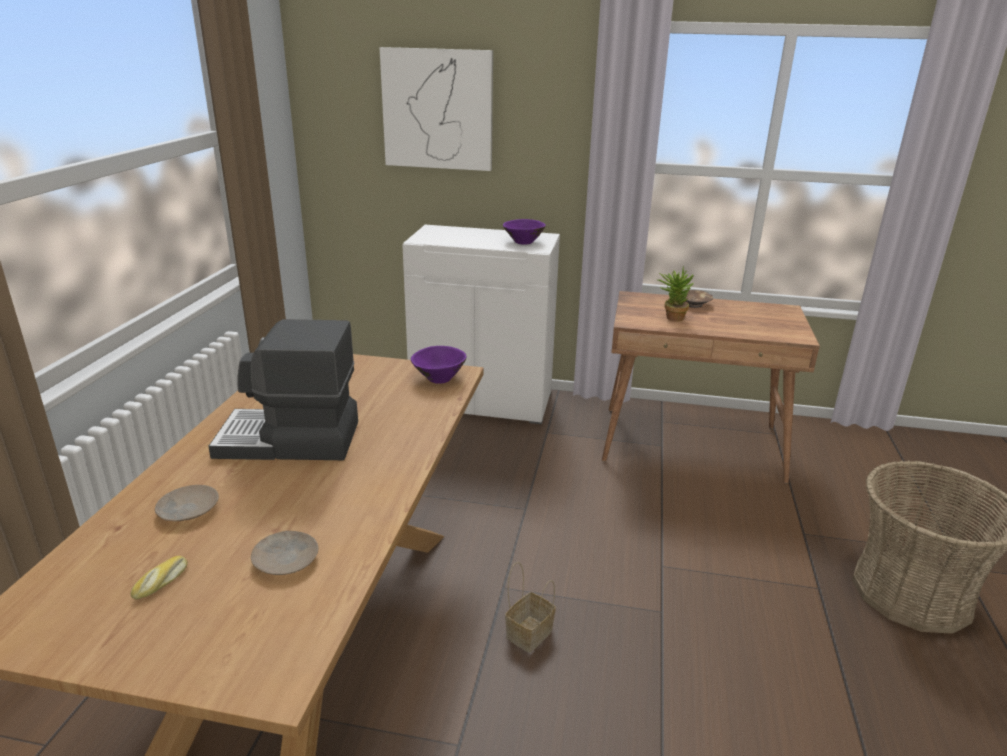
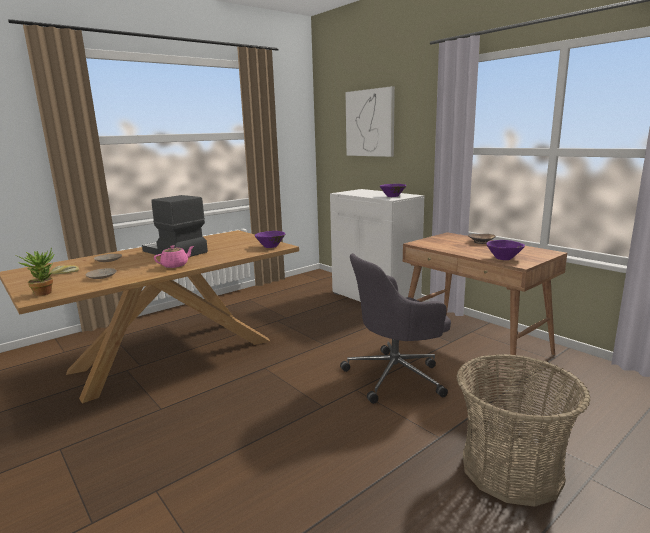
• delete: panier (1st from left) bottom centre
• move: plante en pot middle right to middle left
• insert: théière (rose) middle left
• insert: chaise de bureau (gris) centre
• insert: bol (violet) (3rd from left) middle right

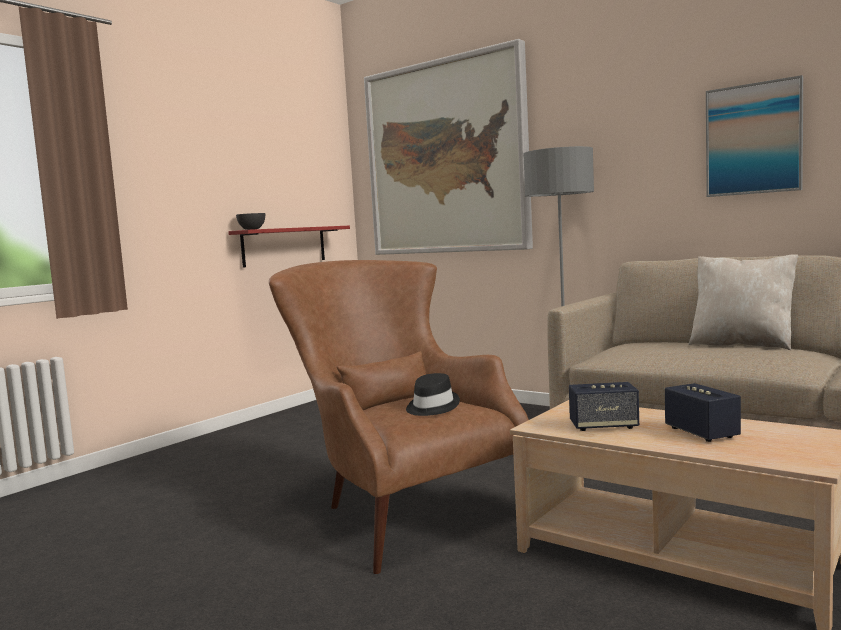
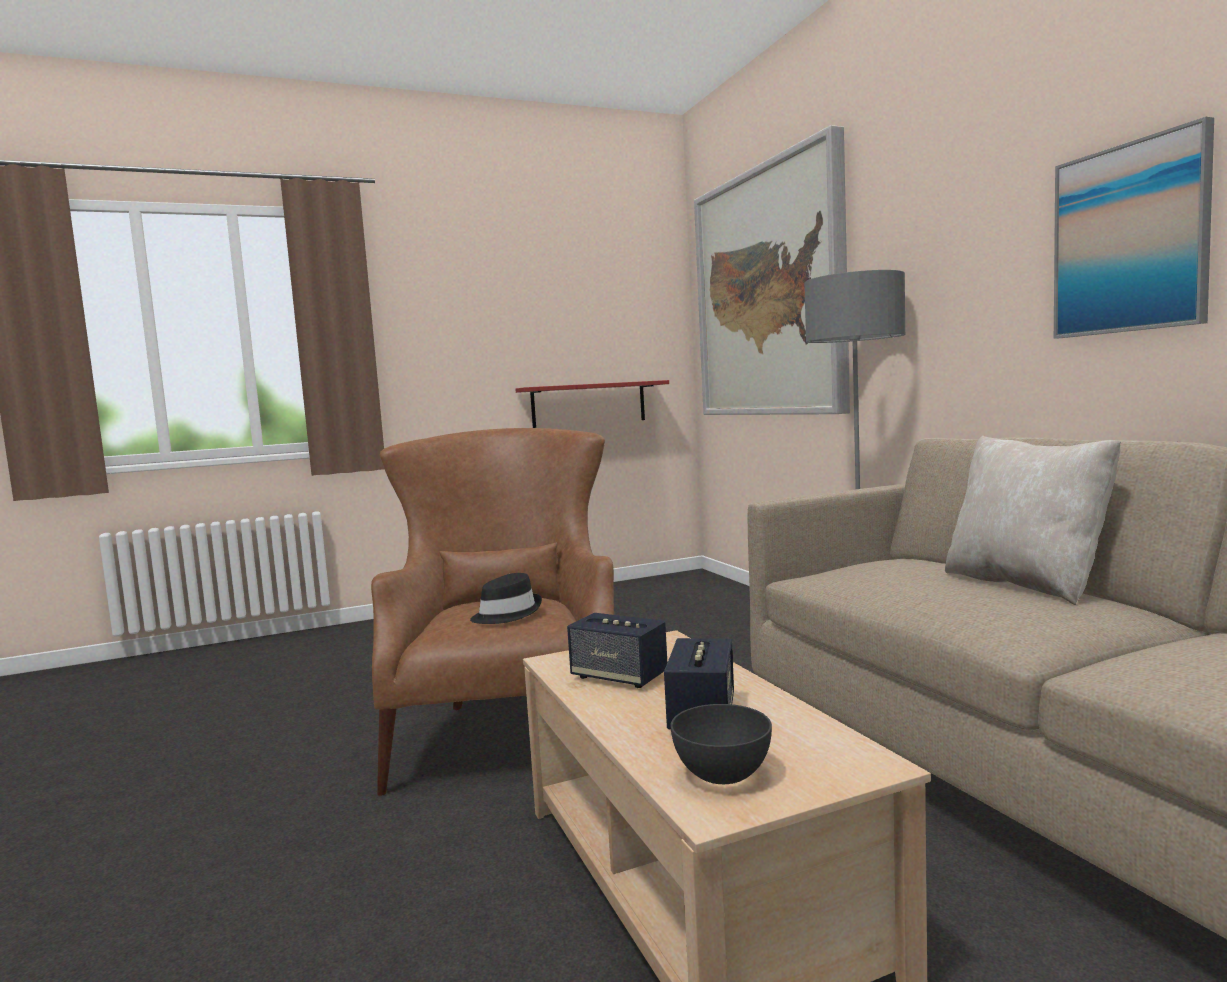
• move: bol (gris) middle left to bottom centre

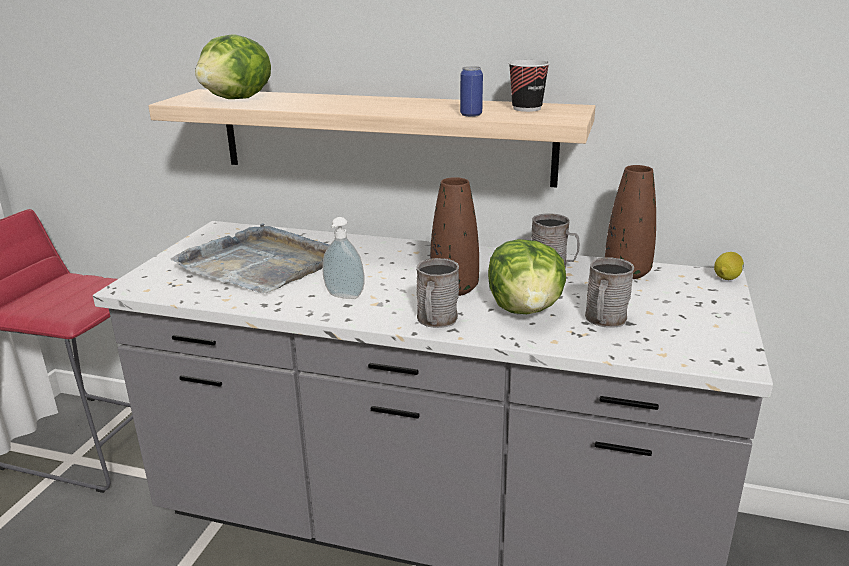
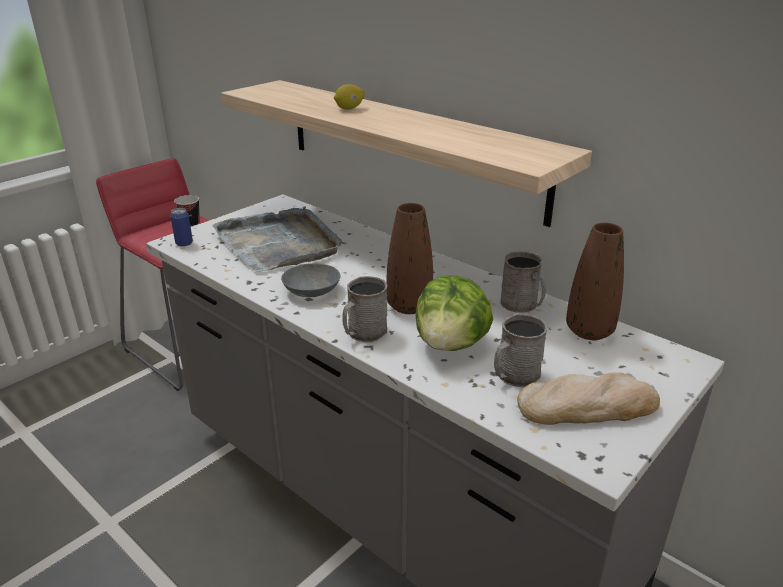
• delete: laitue (1st from left) top left
• replace: distributeur de savon centre to bol (gris) centre
• move: boîte métallique top centre to middle left
• move: tasse top centre to middle left
• move: citron middle right to top centre
• insert: pain bottom right

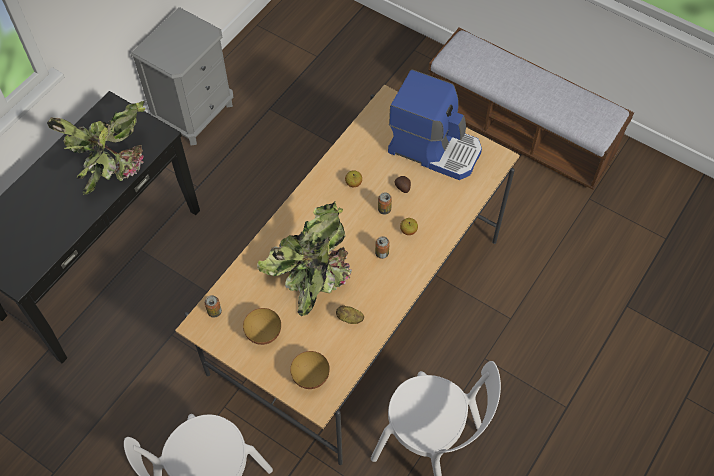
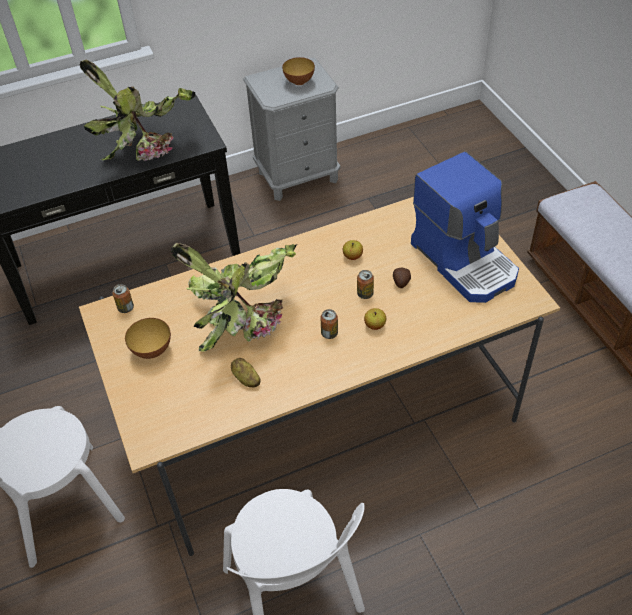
• move: bol (2nd from left) bottom centre to top centre

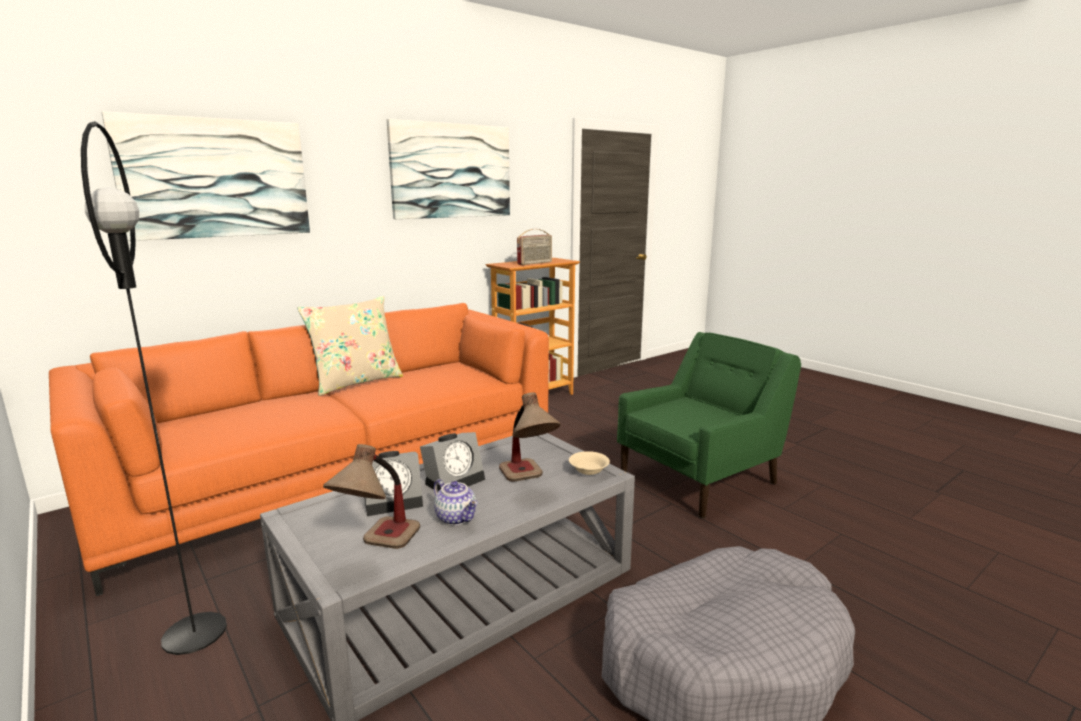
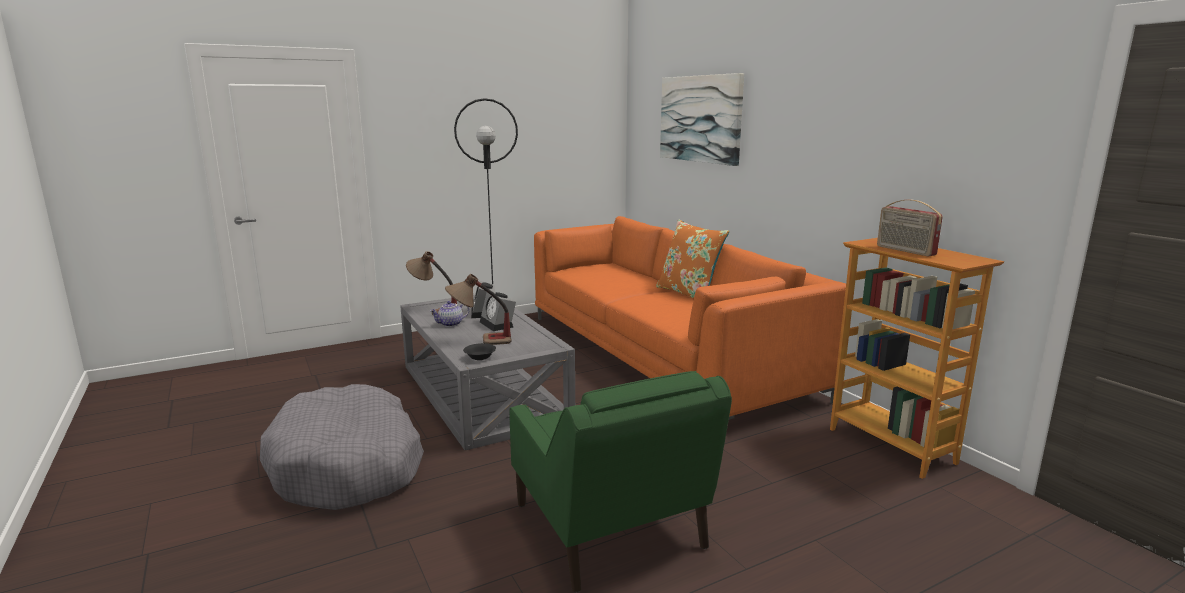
• recolor: coussin (beige) middle left to coussin (orange) centre
• delete: tableau (2nd from left) top centre
• recolor: bol (beige) centre to bol (noir) centre

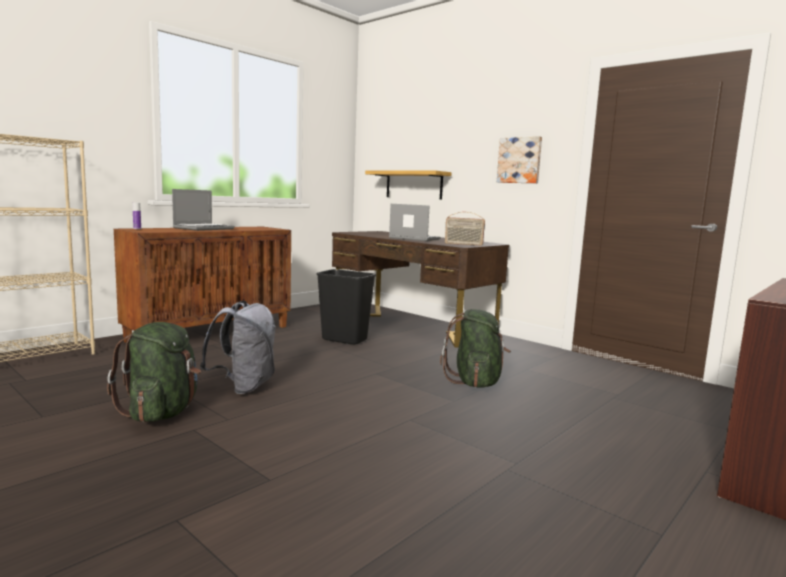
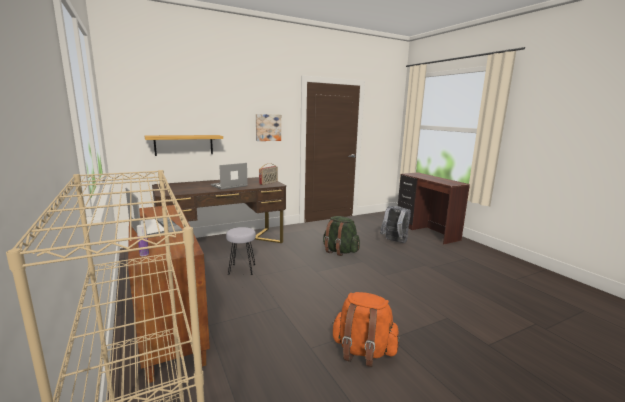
• recolor: sac à dos (vert) (1st from left) middle left to sac à dos (orange) bottom centre
• move: sac à dos (gris) middle left to centre
• replace: poubelle (noir) centre to tabouret (gris) centre

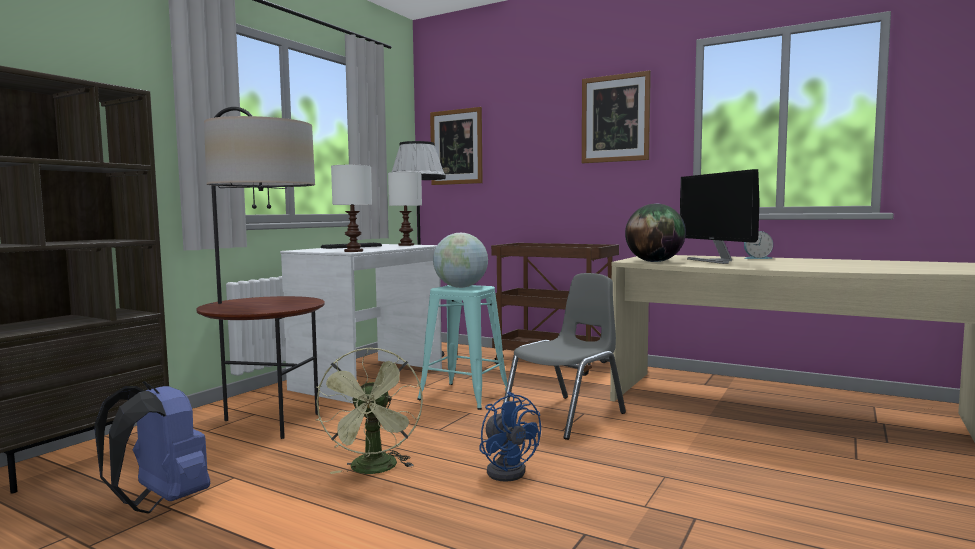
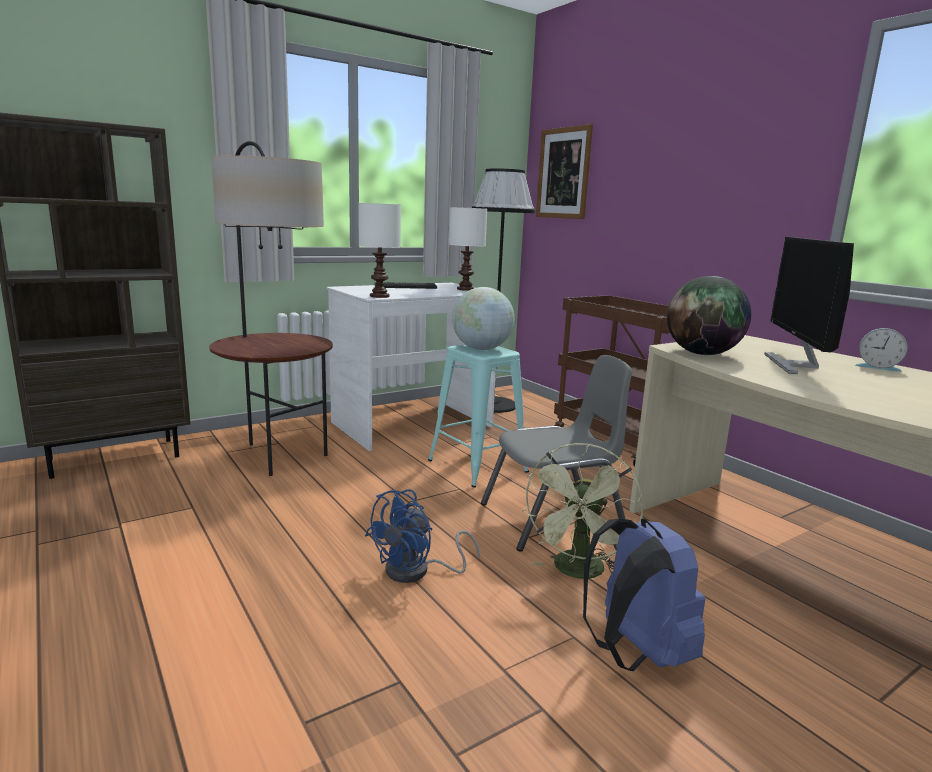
• move: sac à dos (bleu) bottom left to bottom right
• move: ventilateur (vert) bottom centre to centre
• rotate: ventilateur (bleu) bottom centre = bottom centre 45 degrees clockwise
• delete: tableau (2nd from left) top centre

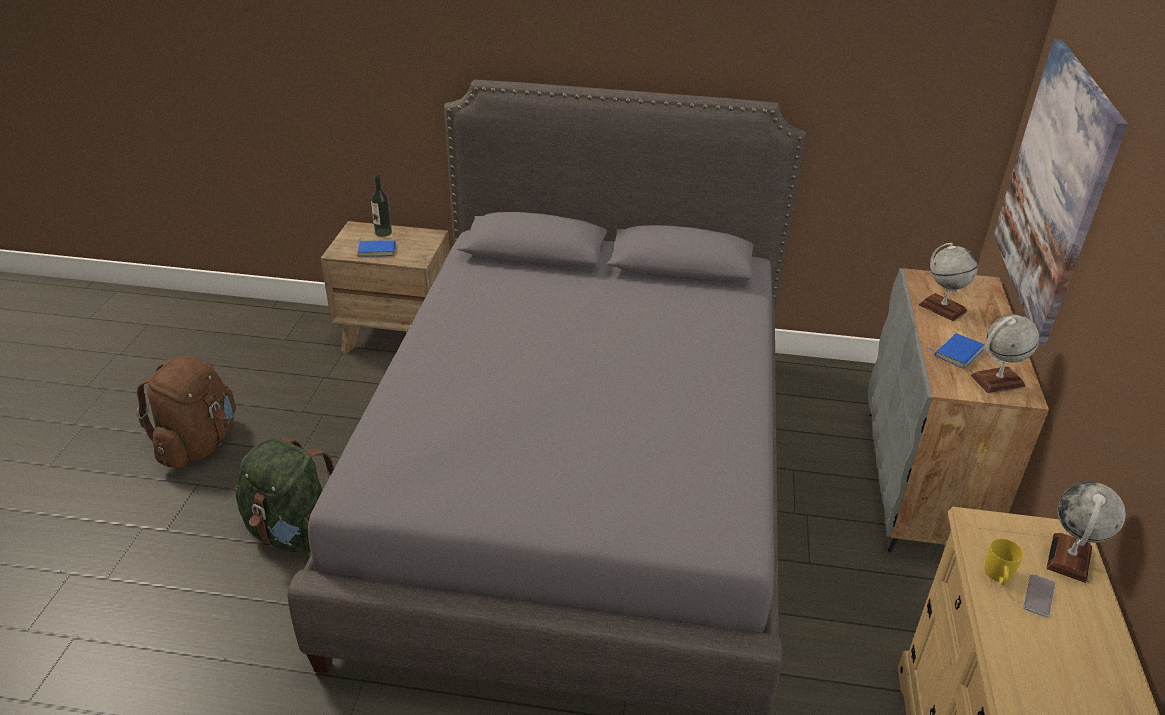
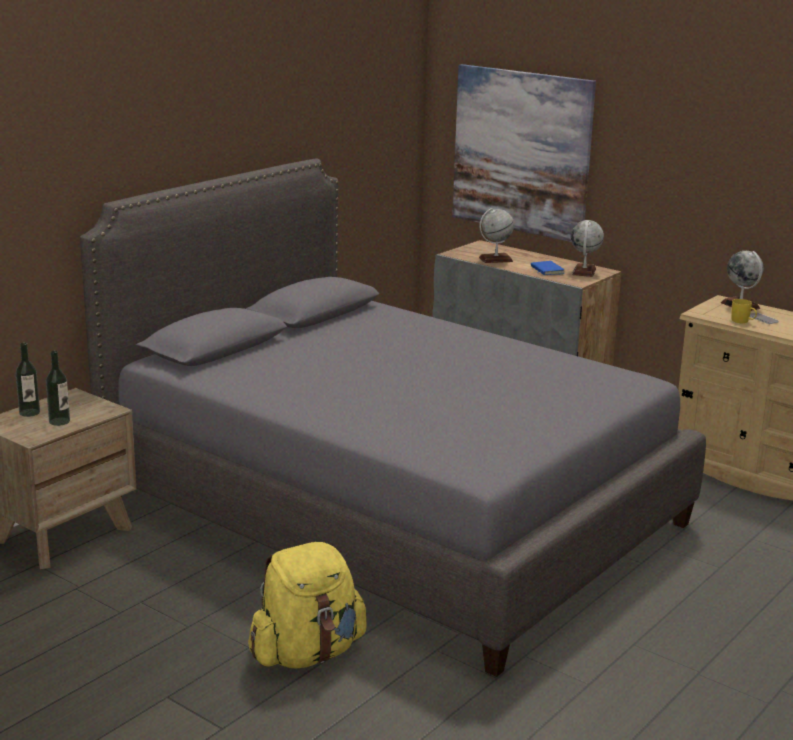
• delete: sac à dos (marron) middle left
• recolor: sac à dos (vert) bottom left to sac à dos (jaune) bottom centre
• replace: livre (bleu) (1st from left) middle left to bouteille (2nd from left) middle left

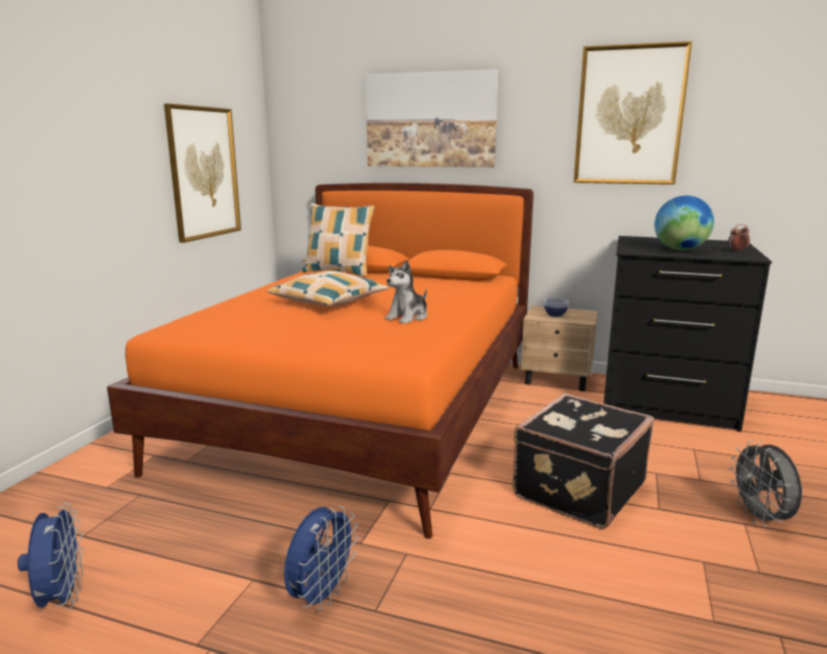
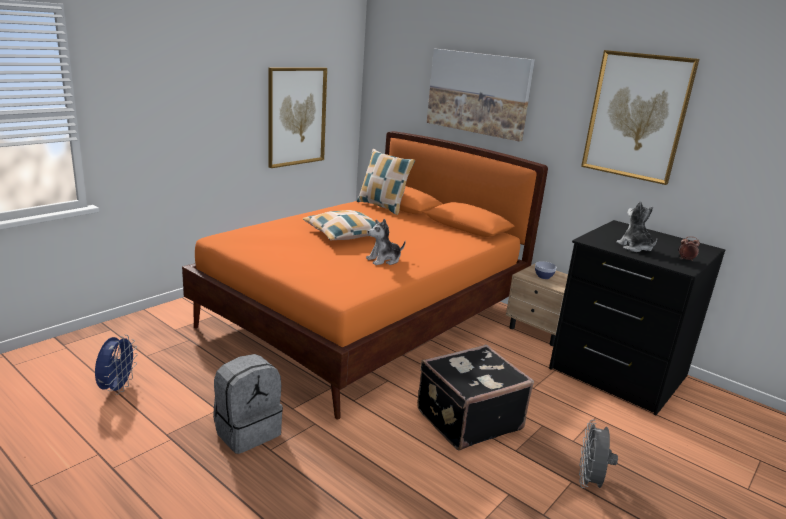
• replace: ventilateur (bleu) (2nd from left) bottom centre to sac à dos (gris) bottom left
• replace: globe middle right to peluche (2nd from left) middle right

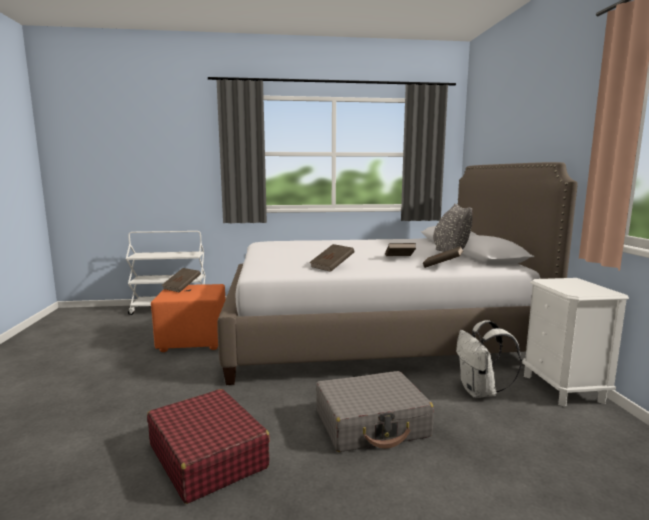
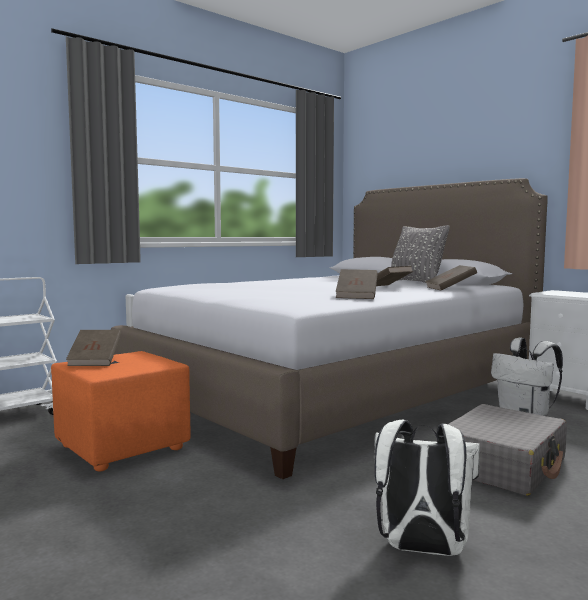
• replace: valise (rouge) bottom left to sac à dos (blanc) (1st from left) bottom right

